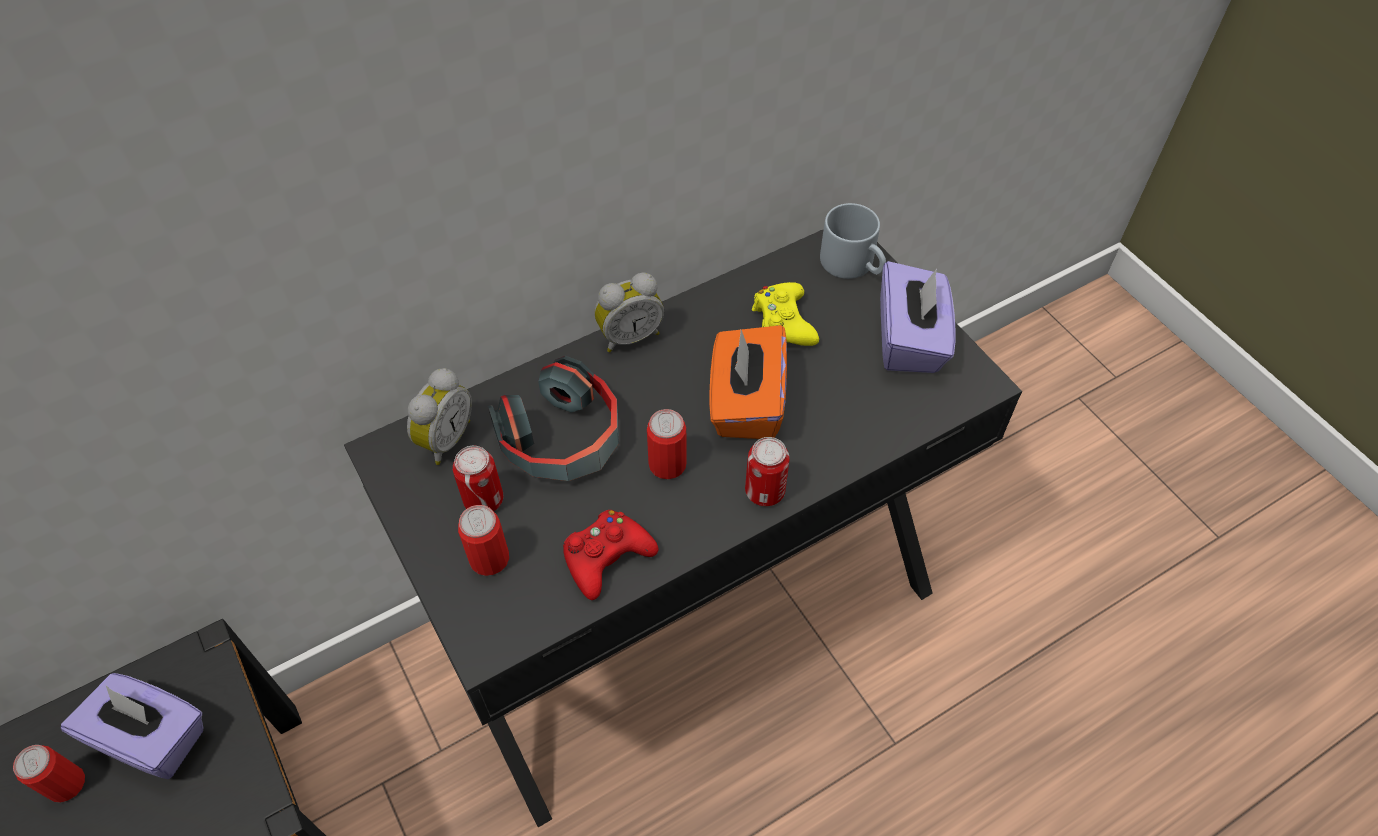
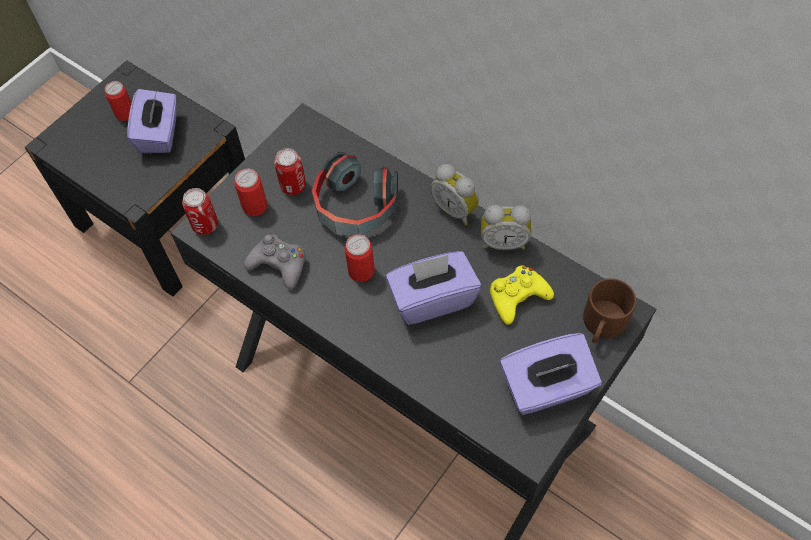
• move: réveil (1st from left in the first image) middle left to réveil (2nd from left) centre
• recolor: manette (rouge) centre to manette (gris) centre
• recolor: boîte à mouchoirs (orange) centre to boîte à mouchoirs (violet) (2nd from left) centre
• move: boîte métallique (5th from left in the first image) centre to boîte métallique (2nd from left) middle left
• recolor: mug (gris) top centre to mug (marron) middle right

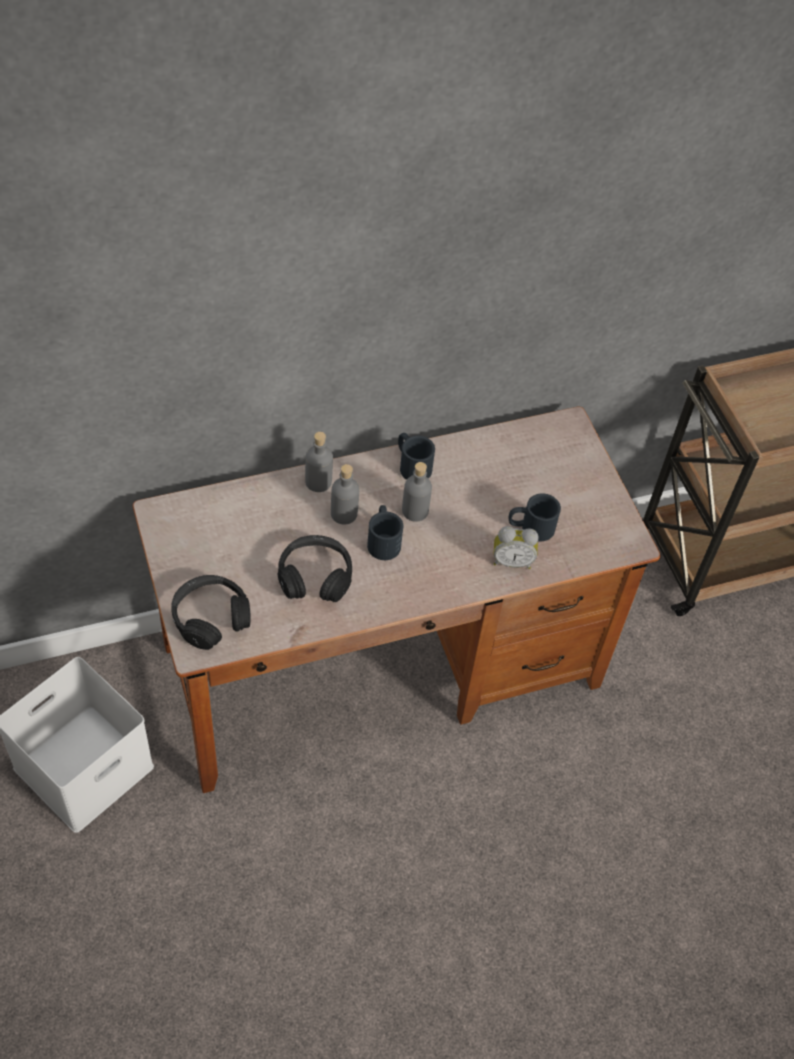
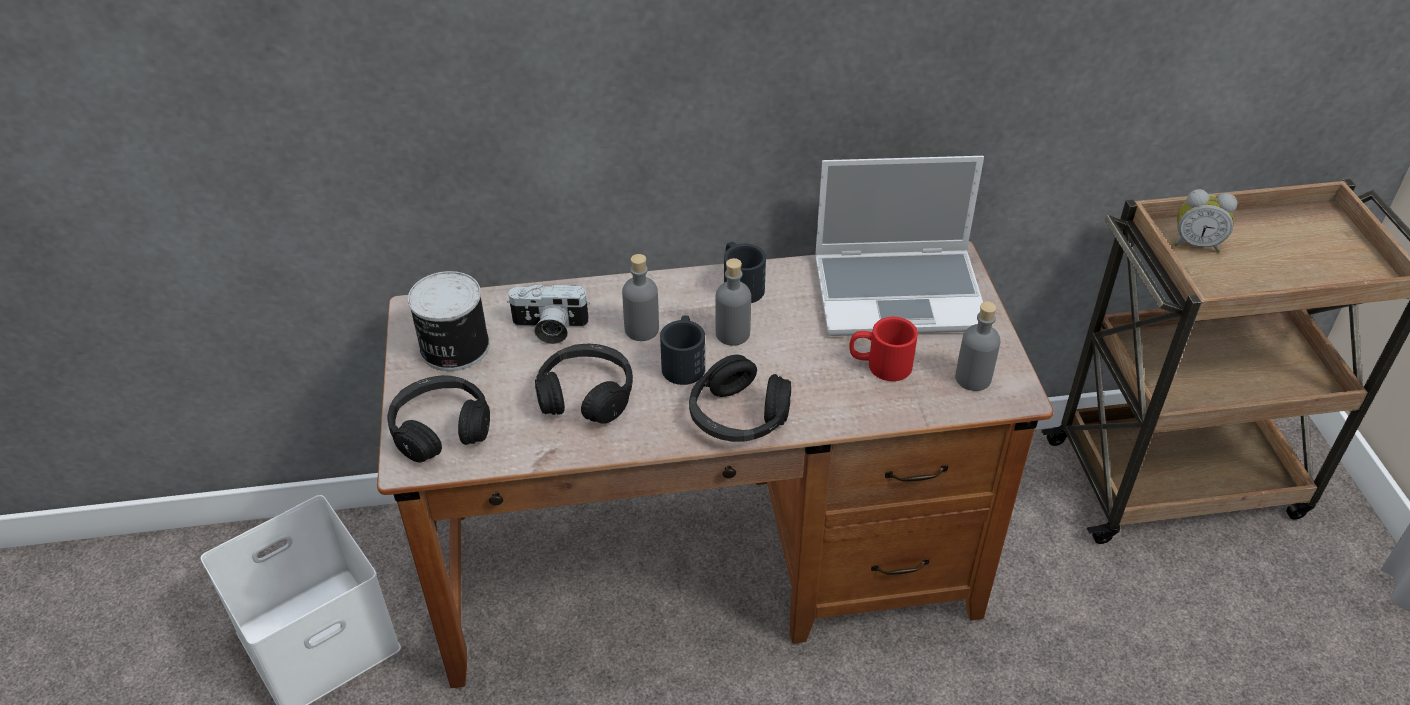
• move: bouteille (gris) (1st from left in the first image) centre to bouteille (gris) (3rd from left) middle right
• move: réveil centre to top right
• recolor: mug (noir) (3rd from left) middle right to mug (rouge) centre
• insert: boîte métallique middle left
• insert: appareil photo centre
• insert: casque audio (noir) (3rd from left) centre
• insert: ordinateur portable centre

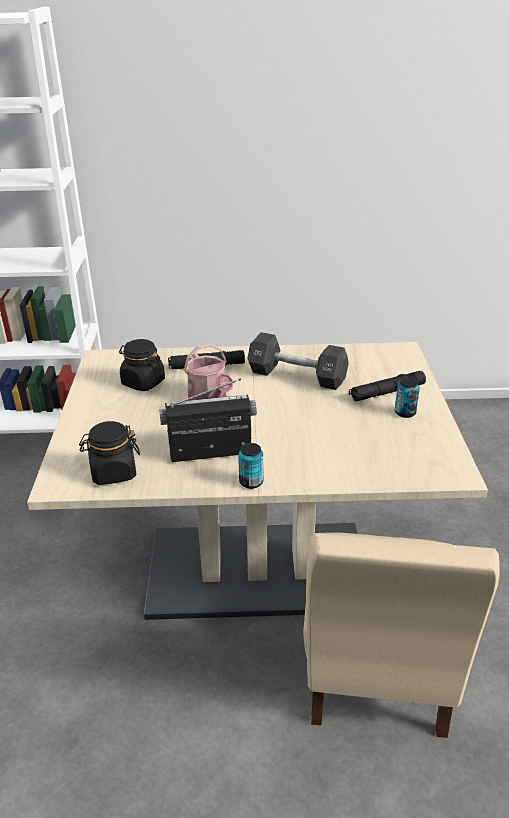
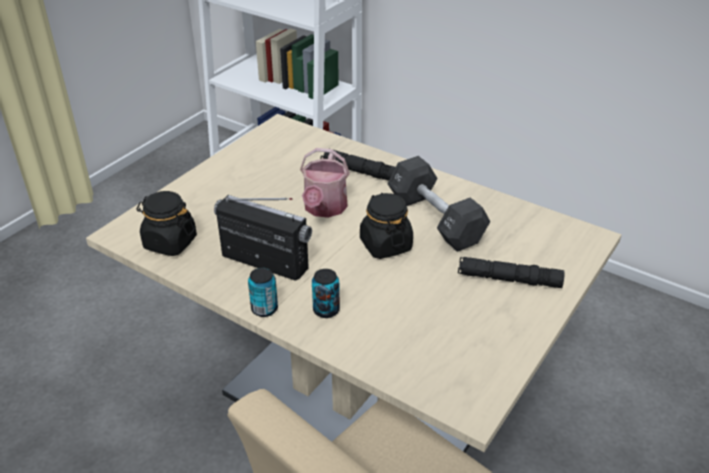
• move: bocal (noir) (2nd from left) middle left to centre
• move: boîte métallique (2nd from left) middle right to centre

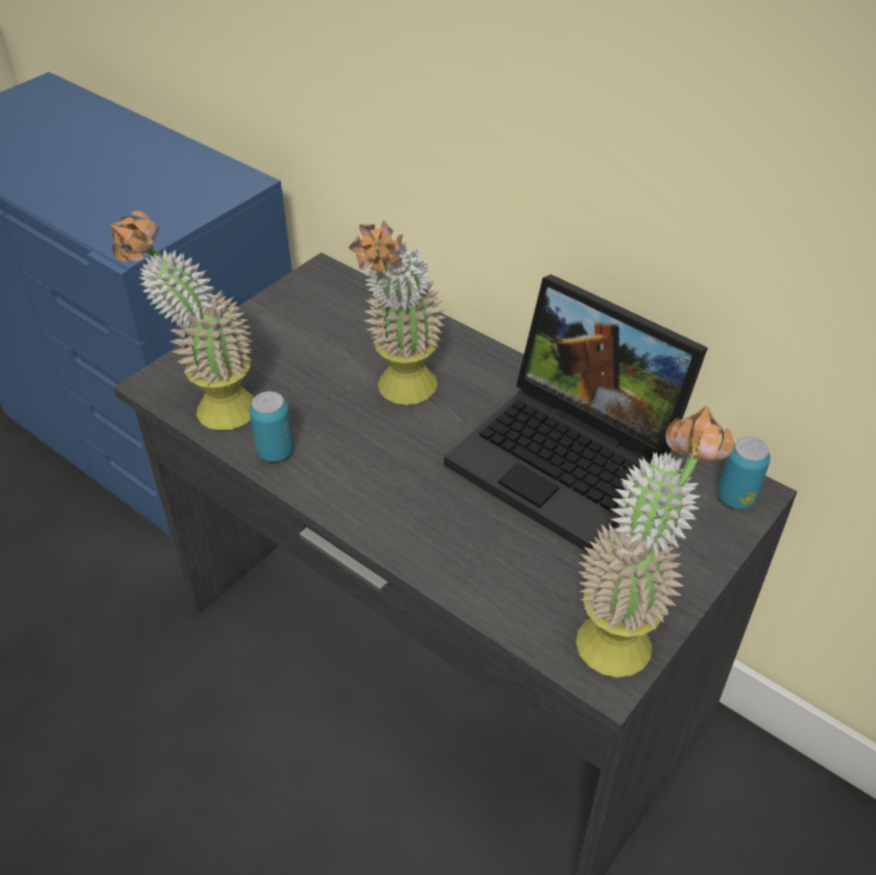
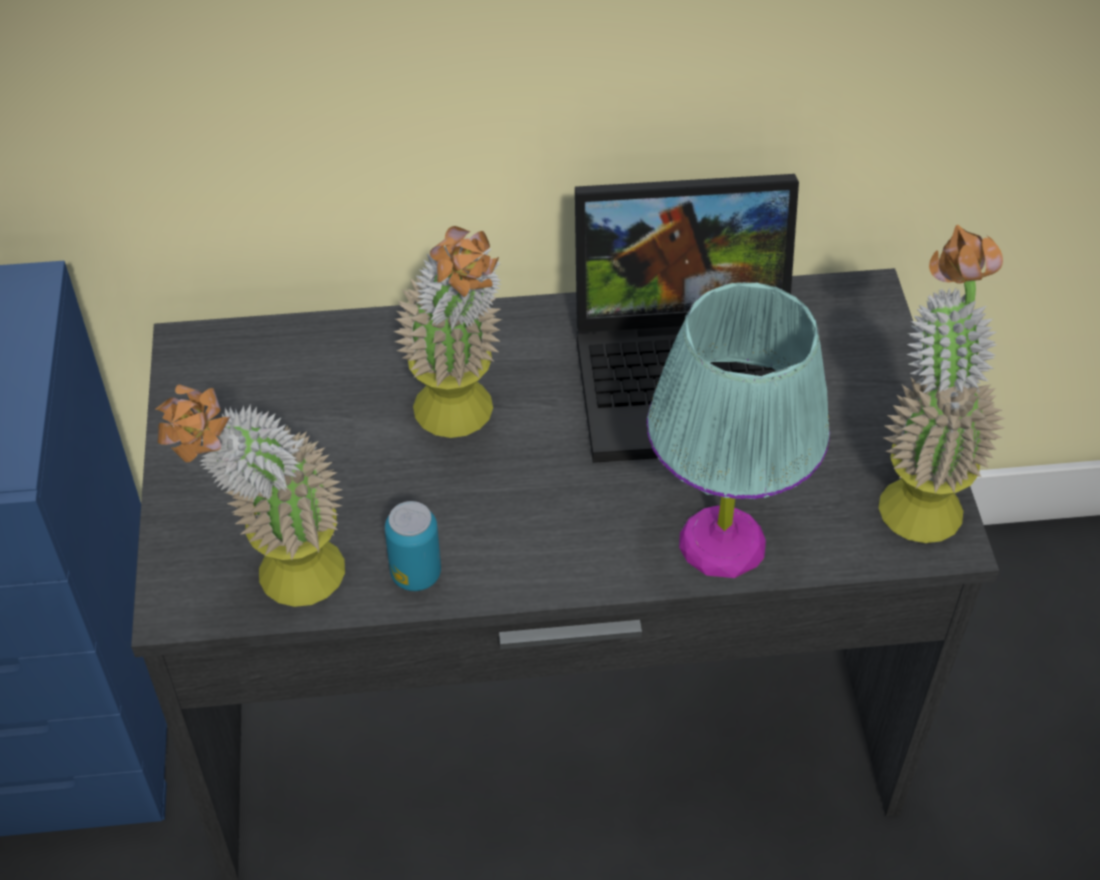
• delete: boîte métallique (2nd from left) middle right
• insert: lampe de table (turquoise) middle right

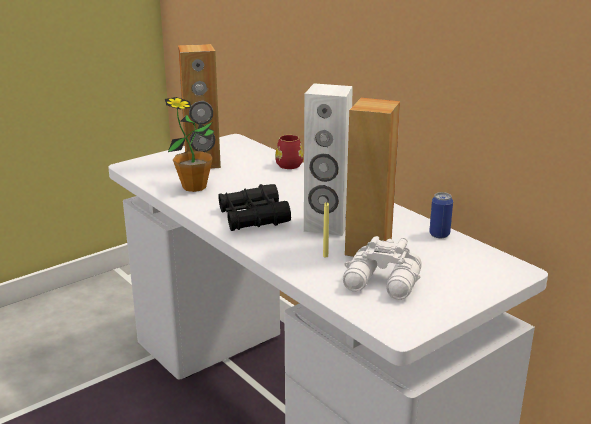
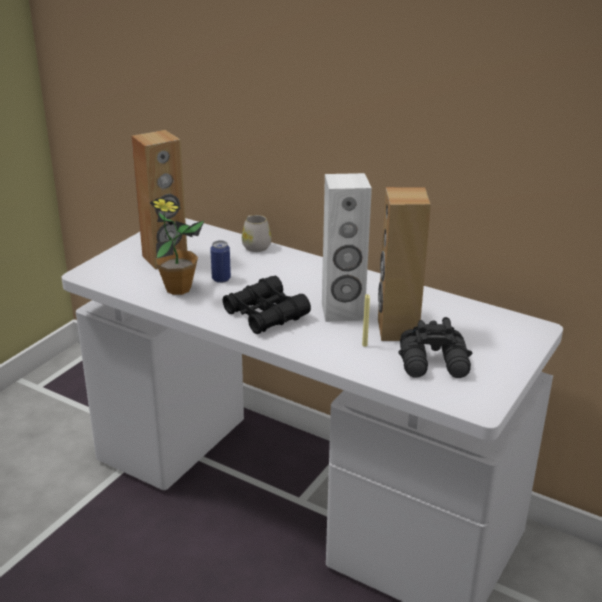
• recolor: mug (rouge) centre to mug (blanc) centre
• recolor: jumelles (blanc) centre to jumelles (noir) (2nd from left) middle right
• move: boîte métallique middle right to centre

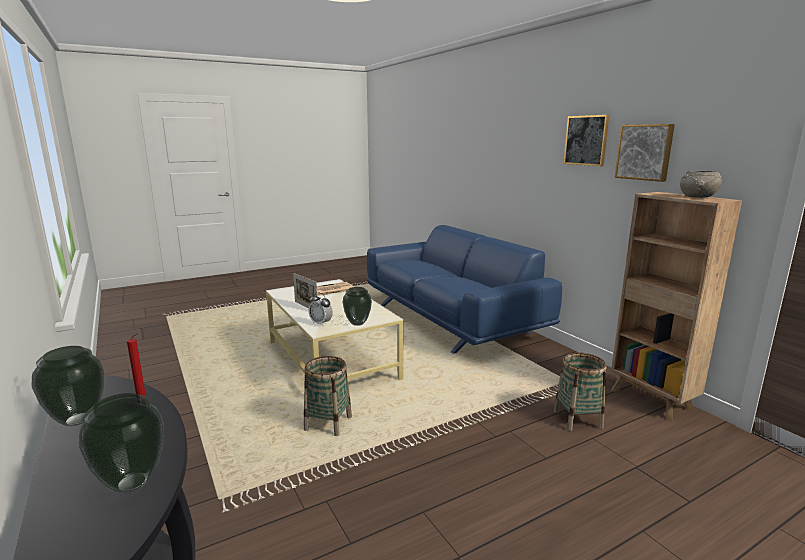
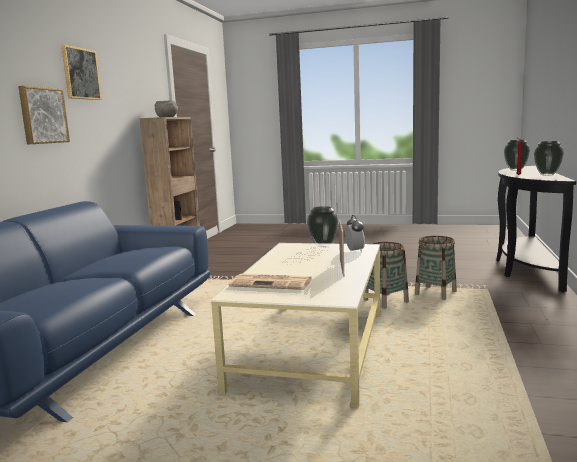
• move: panier (2nd from left) bottom right to middle right
• move: tableau (2nd from left in the first image) top right to tableau (1st from left) top left

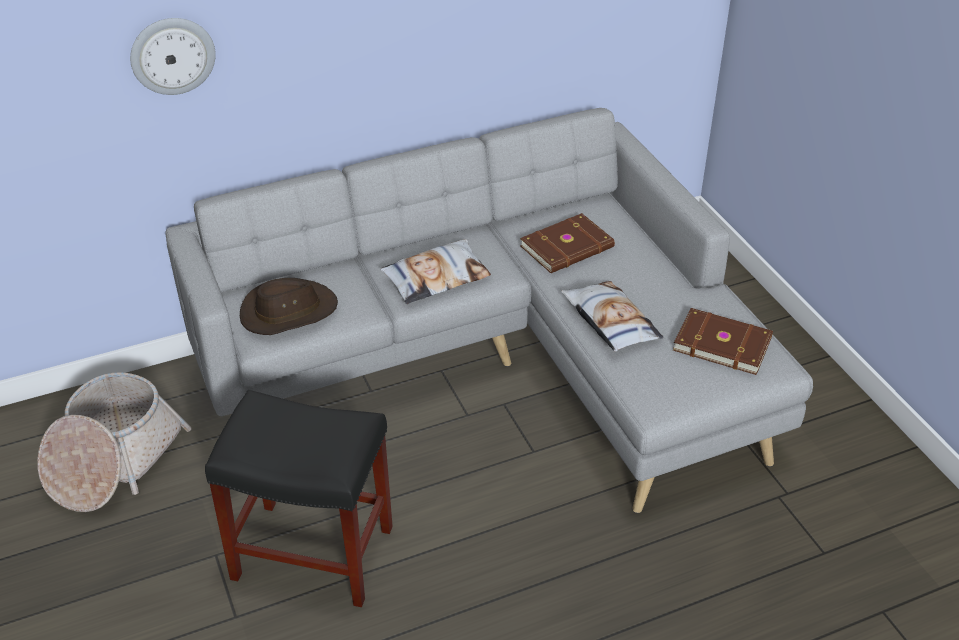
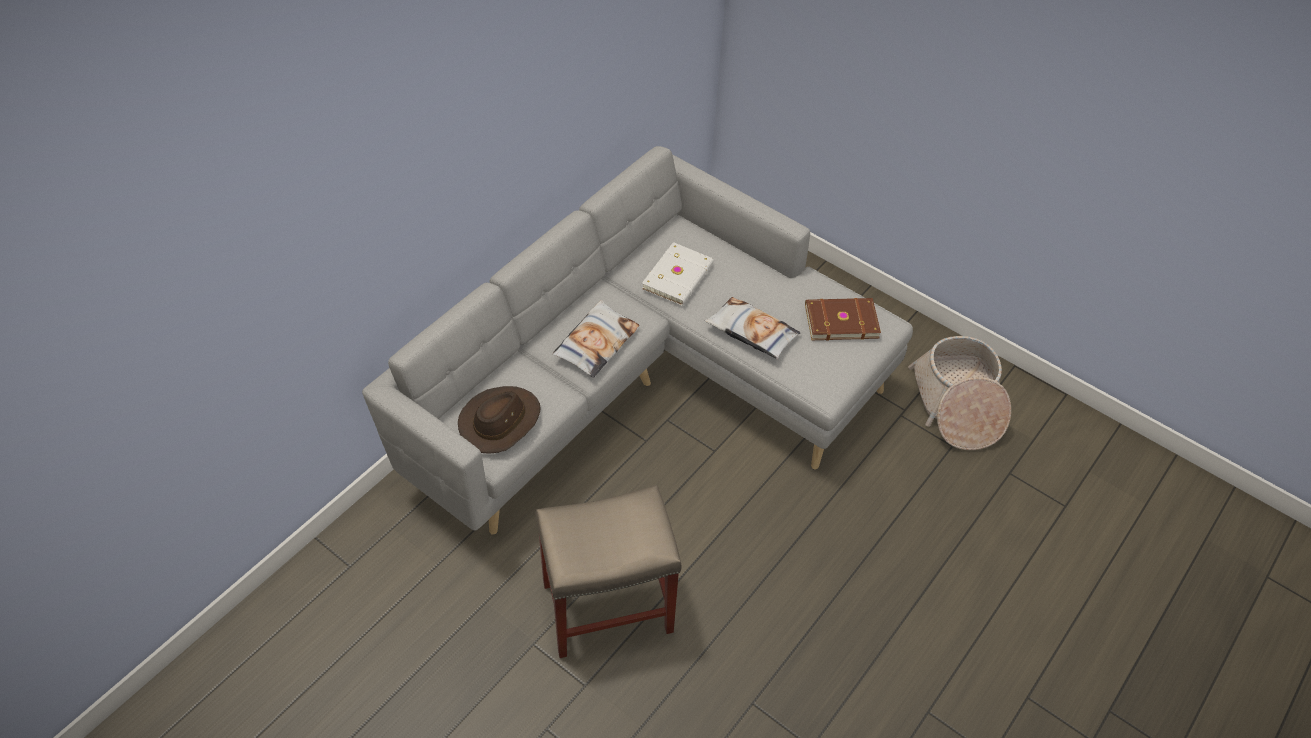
• move: panier bottom left to middle right
• delete: horloge murale top left
• recolor: tabouret (noir) bottom left to tabouret (beige) bottom centre
• recolor: livre (marron) (1st from left) centre to livre (blanc) centre

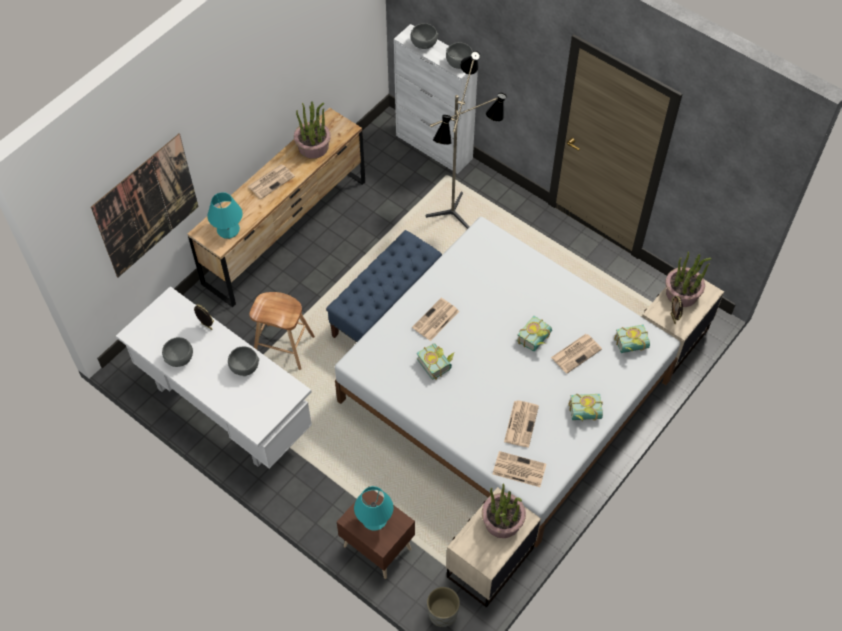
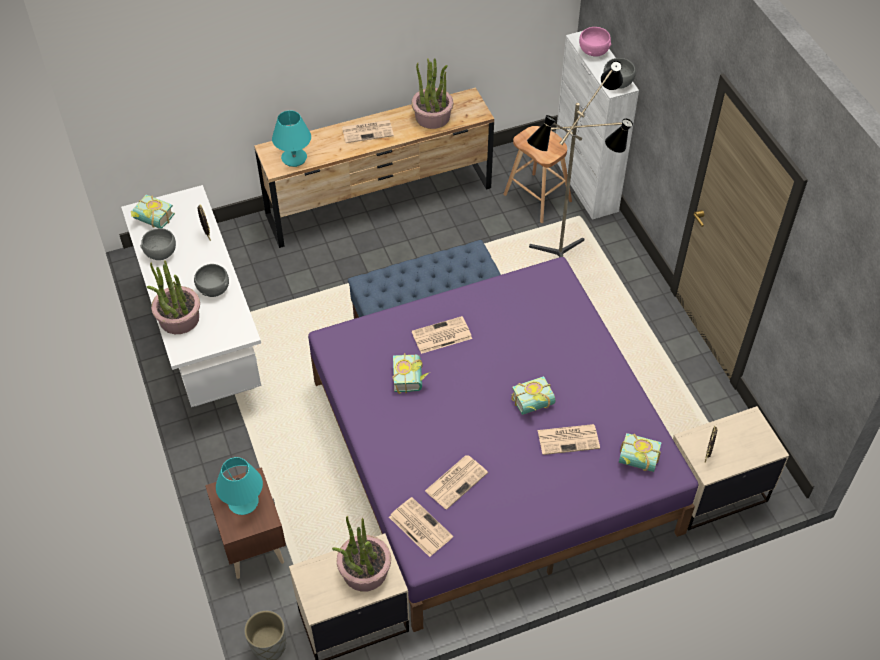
• delete: tableau top left
• move: tabouret (marron) centre to top centre
• recolor: lit (blanc) centre to lit (violet) bottom centre
• recolor: bol (gris) (3rd from left) top centre to bol (rose) top right
• move: livre (3rd from left in the first image) middle right to livre (1st from left) top left
• move: plante en pot (3rd from left in the first image) middle right to plante en pot (1st from left) middle left

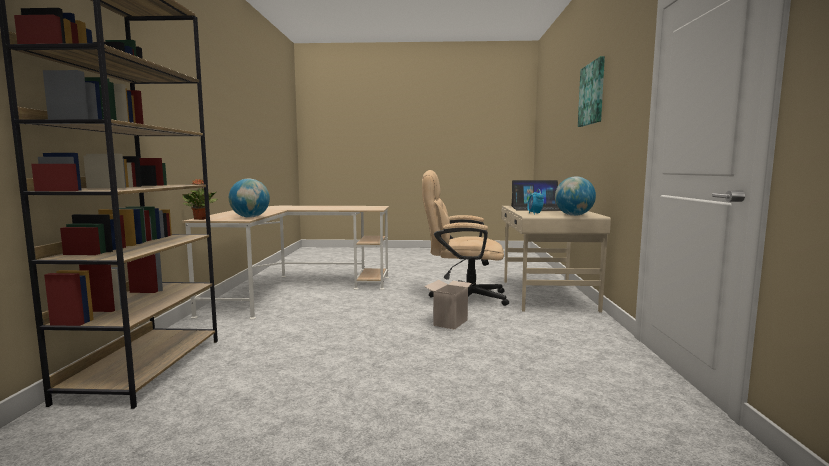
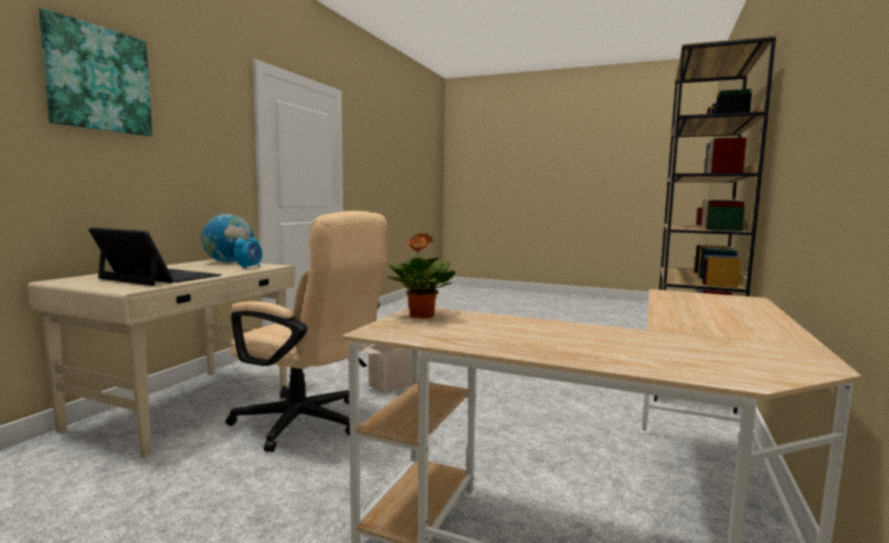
• move: plante en pot middle left to centre
• delete: globe (1st from left) middle left

